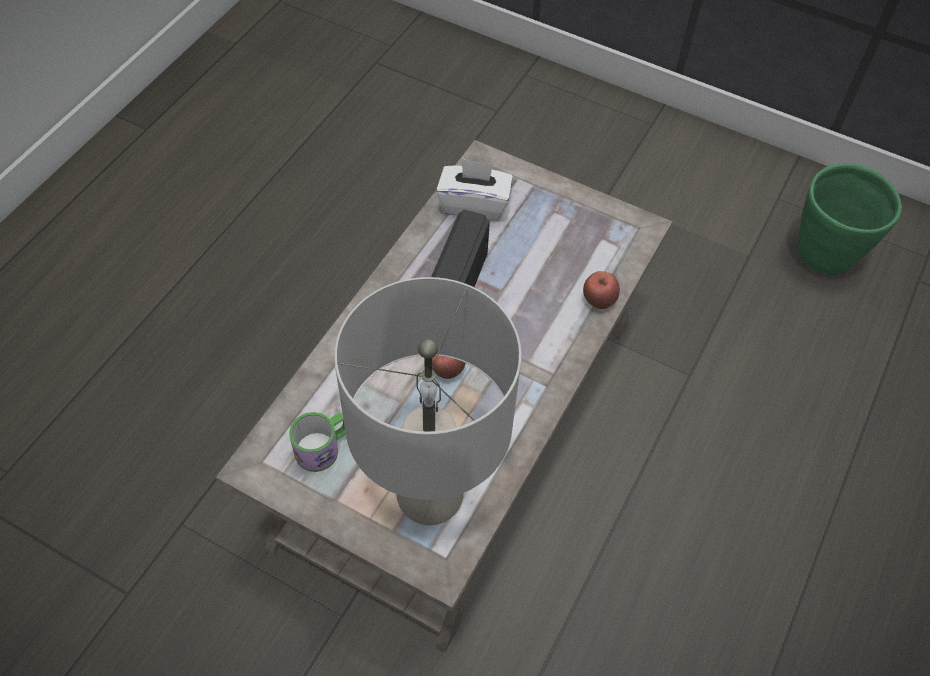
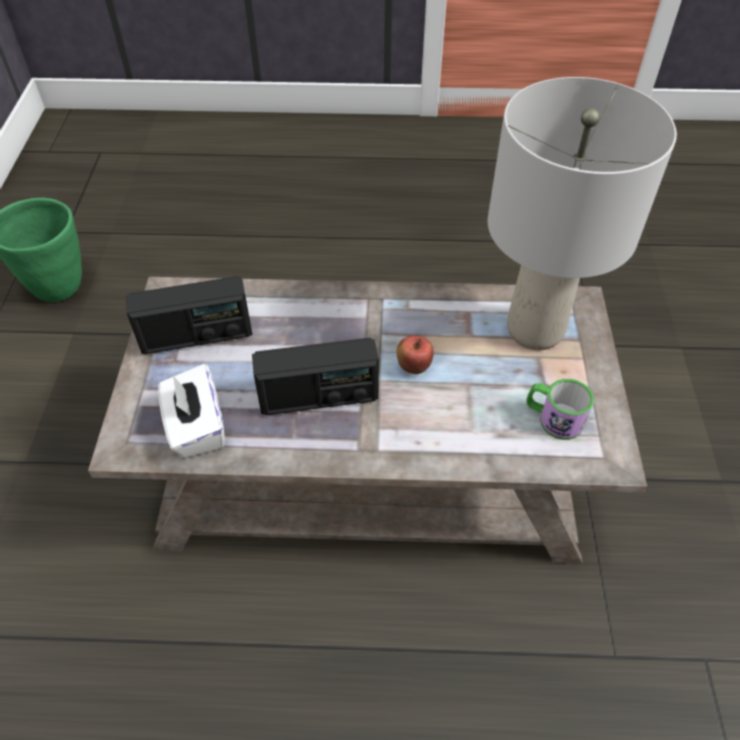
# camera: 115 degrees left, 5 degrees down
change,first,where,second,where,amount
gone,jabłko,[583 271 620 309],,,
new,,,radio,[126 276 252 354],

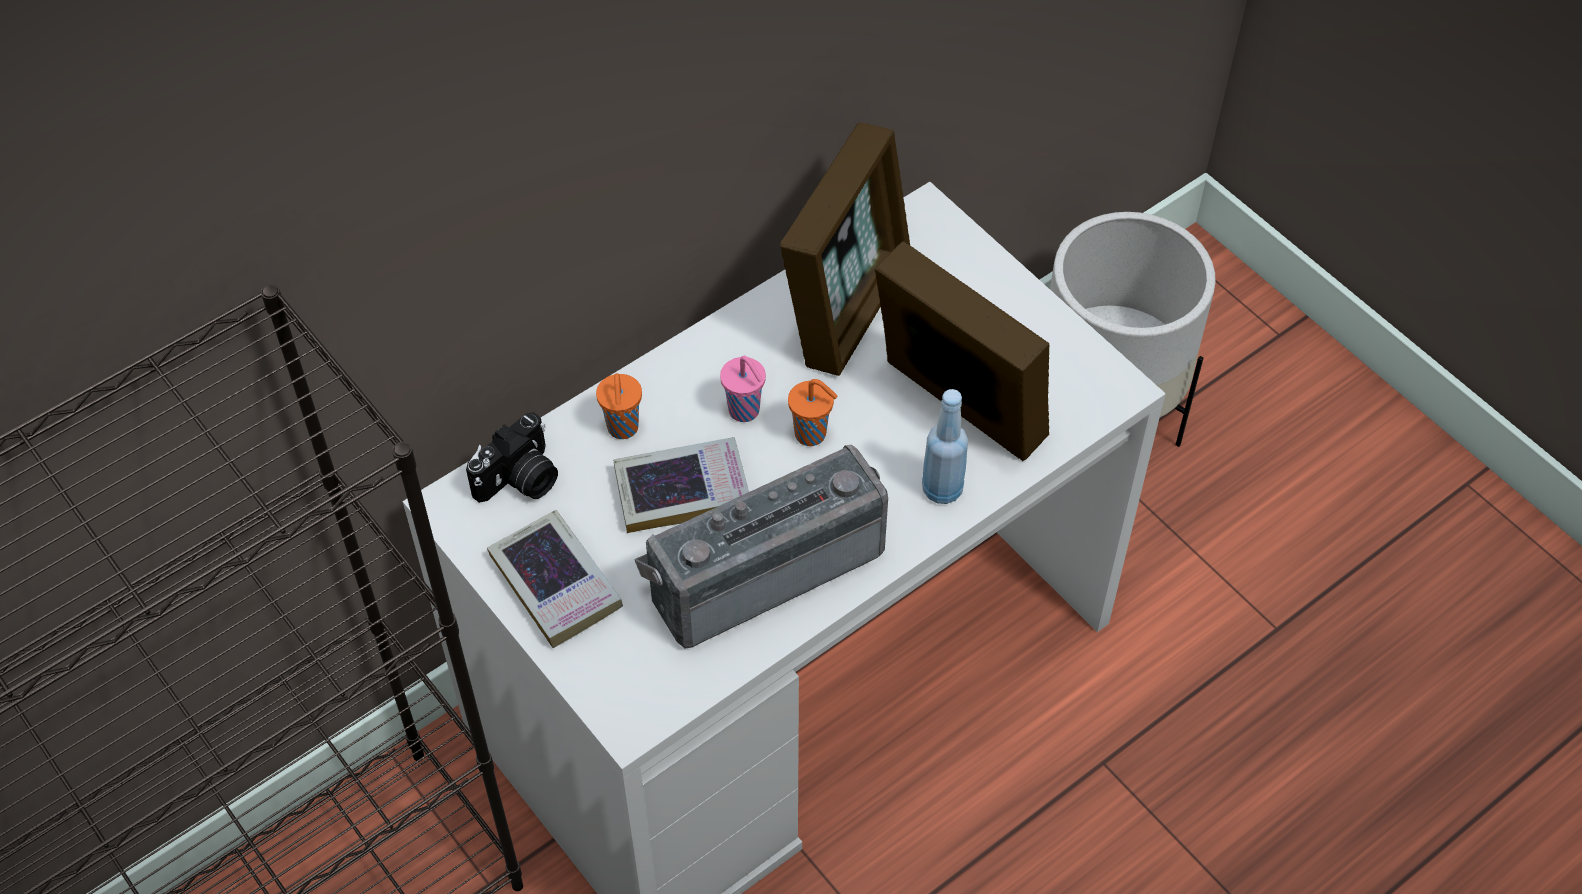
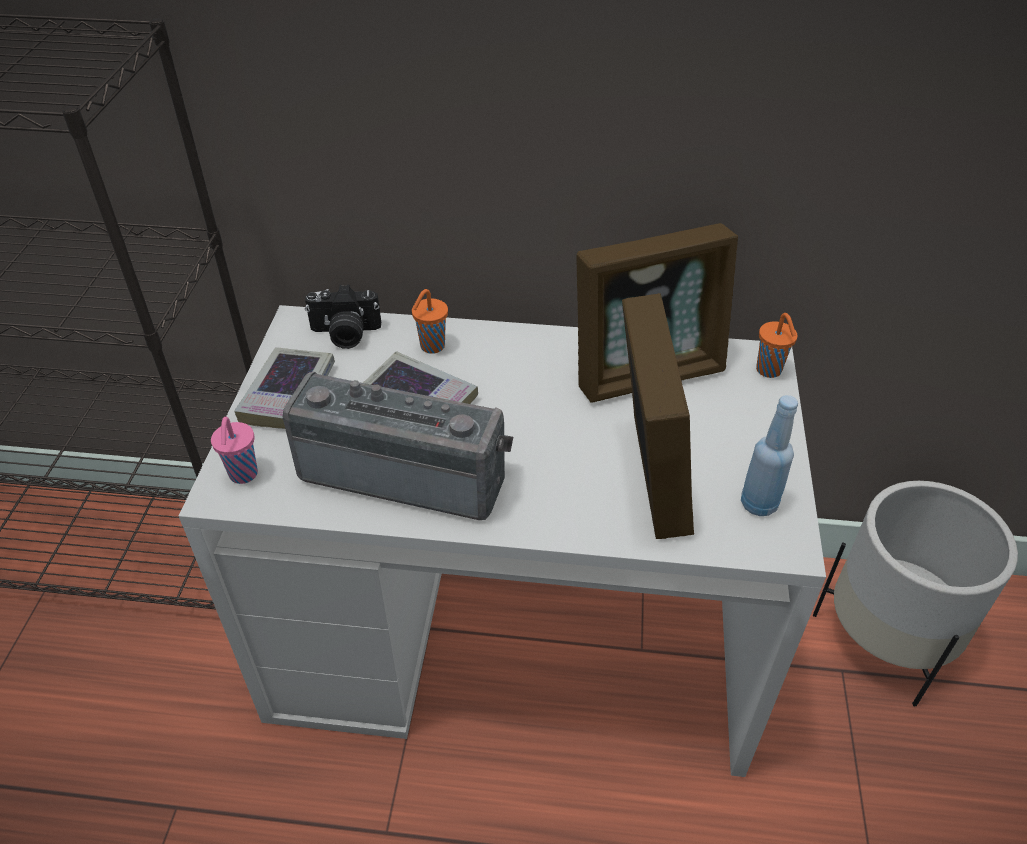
# camera: 45 degrees right, 10 degrees down
change,first,where,second,where,amount
shifted,filiżanka/różowy,[720 356 766 422],,[211 417 258 484],
shifted,filiżanka/pomarańczowy,[788 379 837 446],,[756 313 798 378],
shifted,butelka/niebieski,[922 389 968 504],,[741 395 798 516],

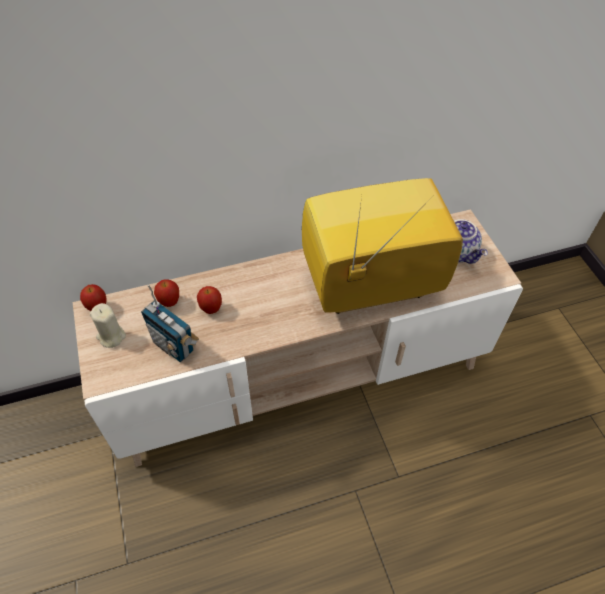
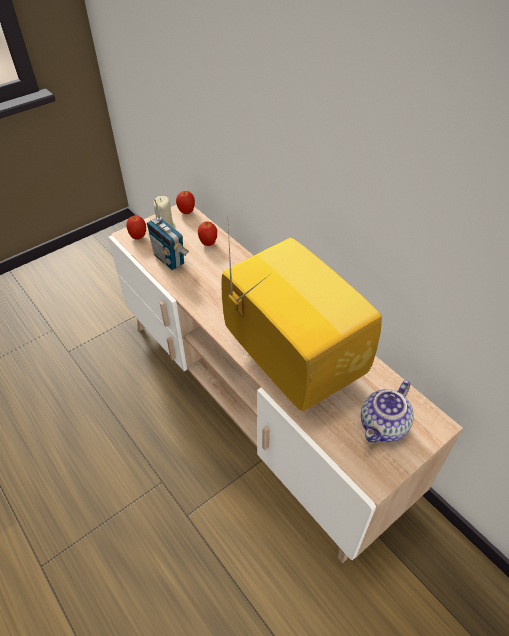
# camera: 70 degrees right, 5 degrees down
change,first,where,second,where,amount
shifted,jabłko,[197 286 222 314],,[126 215 146 240],
rotated,radio,[141 285 199 362],,[147 199 189 270],60 degrees counterclockwise

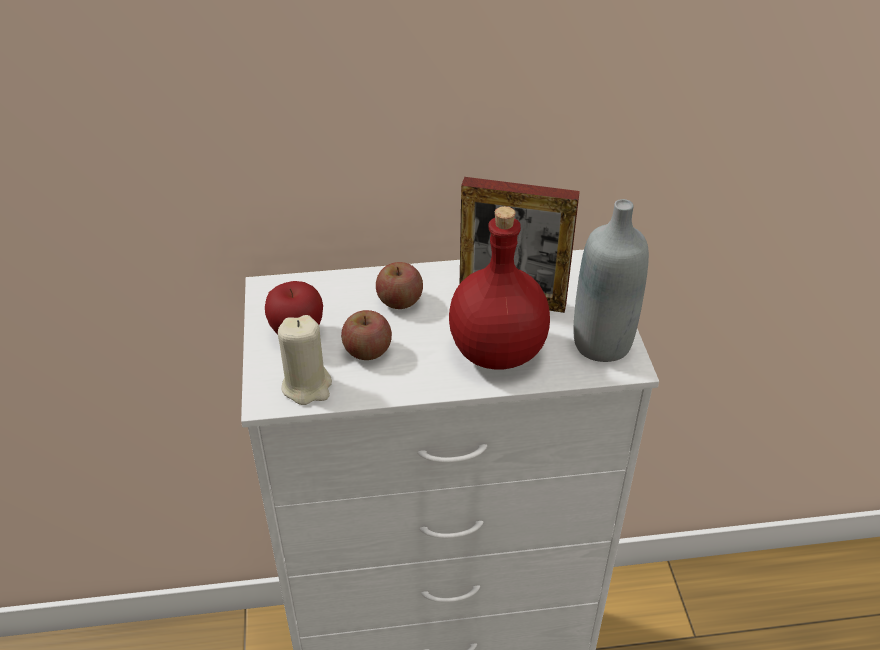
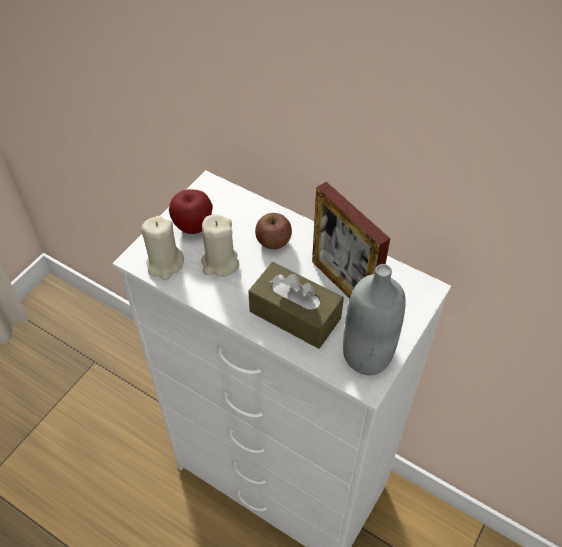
# camera: 40 degrees right, 10 degrees up
change,first,where,second,where,amount
swapped,jabłko,[341 310 392 360],świeca/beżowy,[201 215 239 277],
swapped,butelka/czerwony,[449 206 550 369],pudełko chusteczek/brązowy,[248 262 344 349],

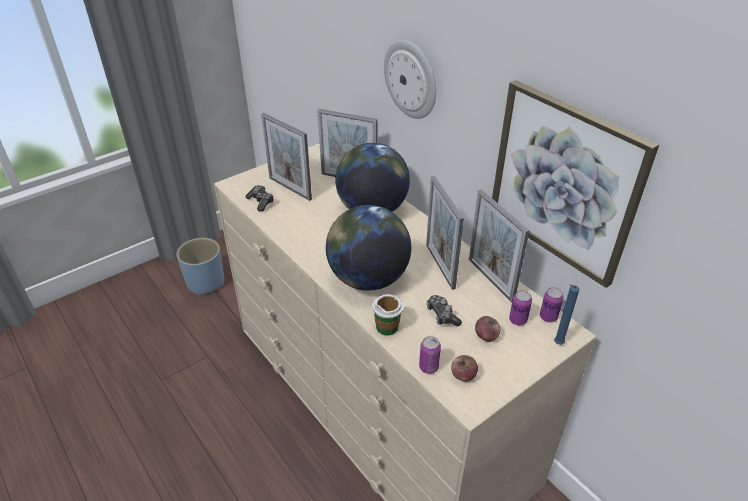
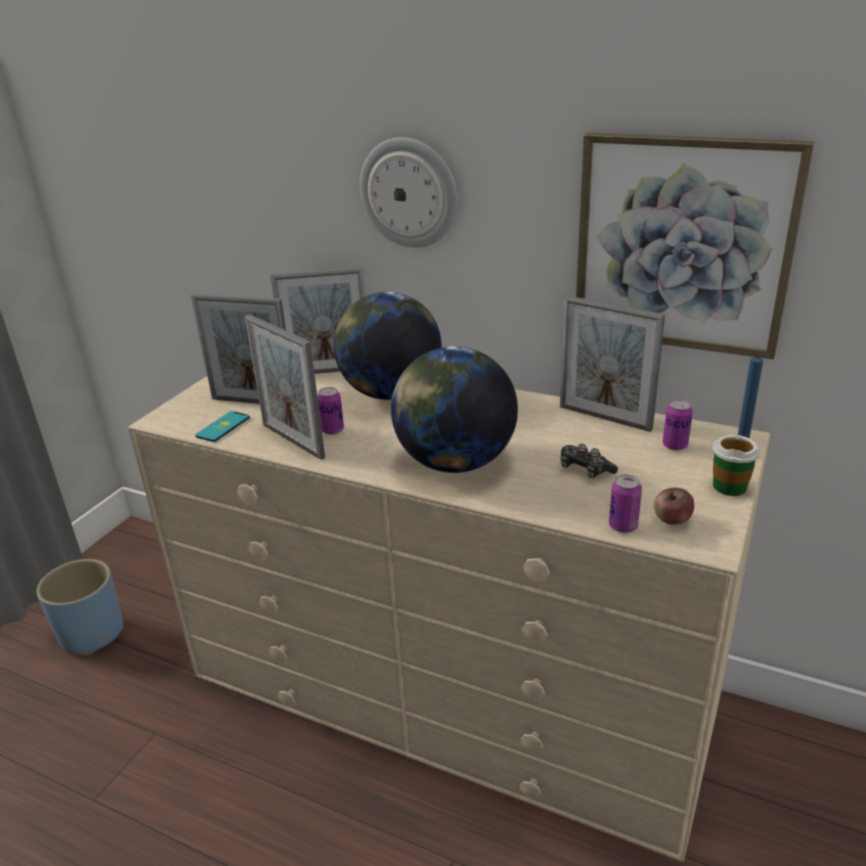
# camera: 25 degrees left, 10 degrees down
change,first,where,second,where,amount
gone,jabłko,[475 316 500 342],,,
shifted,filiżanka,[372 294 404 336],,[712 435 761 496],
shifted,ramka na zdjęcie,[426 176 464 290],,[245 314 325 460],
shifted,puszka,[540 287 564 322],,[317 387 344 435],
swapped,pad do gier,[245 185 274 212],telefon,[195 411 250 442],

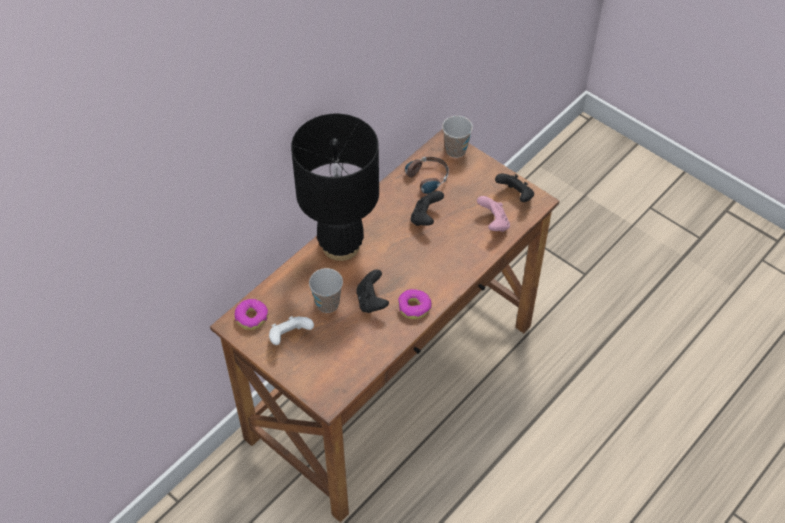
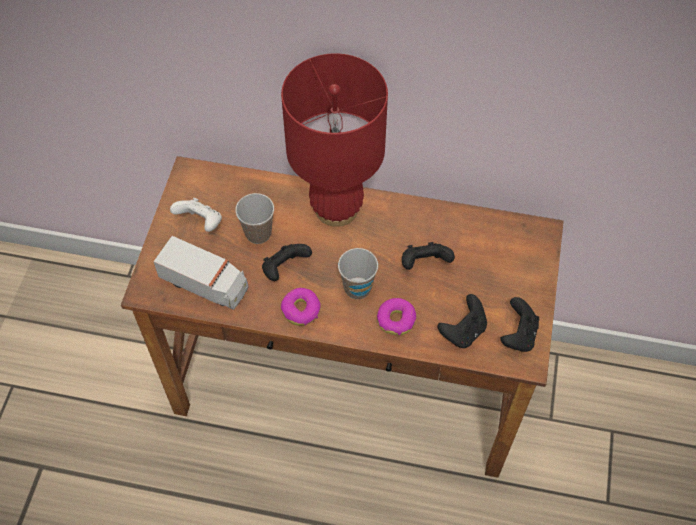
# camera: 60 degrees right, 5 degrees up
change,first,where,second,where,amount
gone,słuchawki,[392 157 449 194],,,
new,,,ciężarówka zabawkowa,[153 236 248 310],
shifted,donut,[234 299 268 330],,[377 298 416 335],
shifted,filiżanka,[442 116 473 158],,[338 248 378 299],
repainted,lampa stołowa/czarny,[291 114 379 261],lampa stołowa/czerwony,[281 53 388 227],
repainted,pad do gier/różowy,[477 196 510 232],pad do gier/czarny,[438 294 487 348],

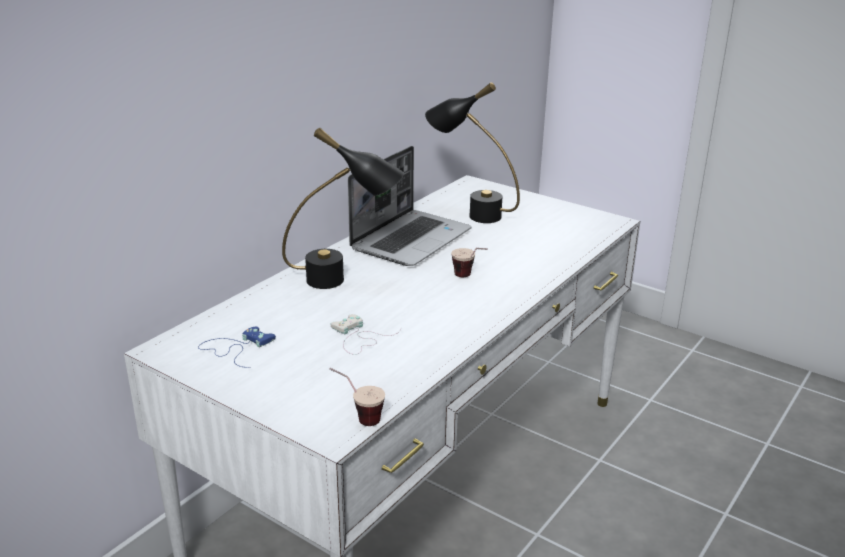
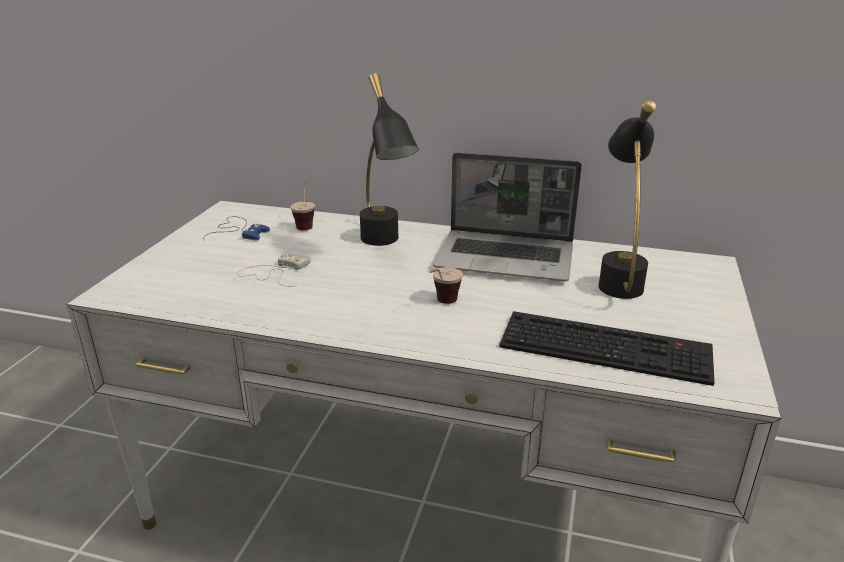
# camera: 70 degrees right, 0 degrees up
change,first,where,second,where,amount
new,,,klawiatura,[499 311 715 386],
shifted,filiżanka,[330 368 385 426],,[290 179 315 230],

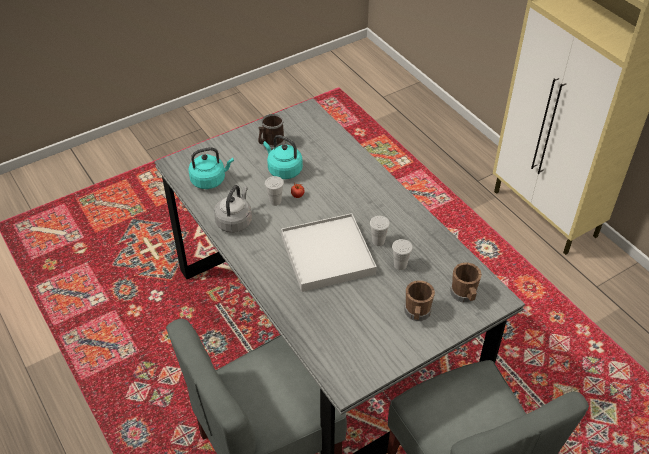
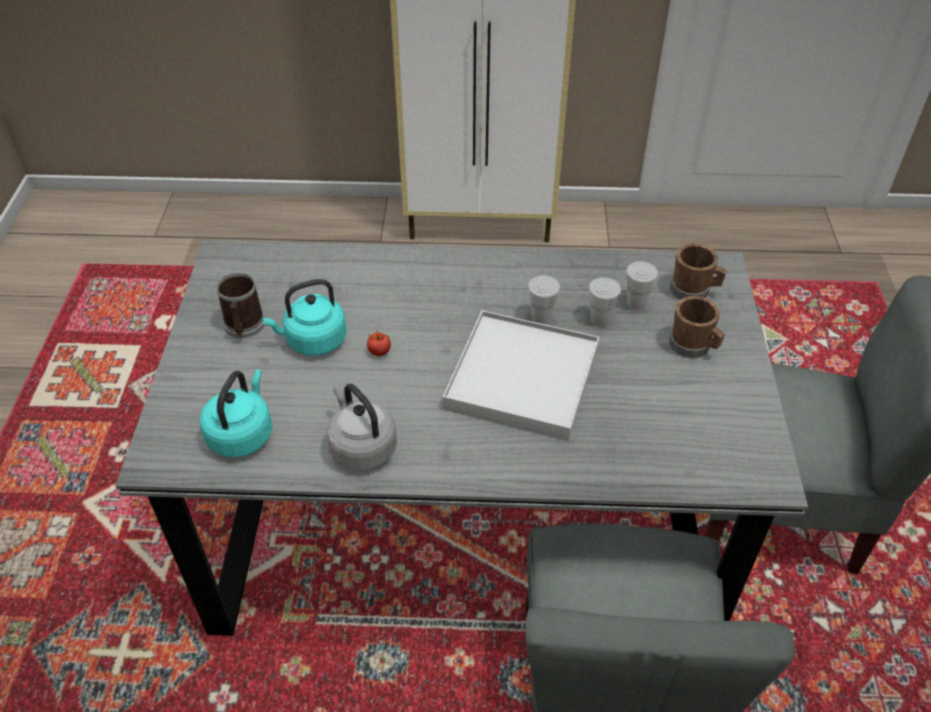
# camera: 55 degrees left, 0 degrees up
change,first,where,second,where,amount
shifted,filiżanka/biały,[265 176 284 206],,[626 262 658 310],

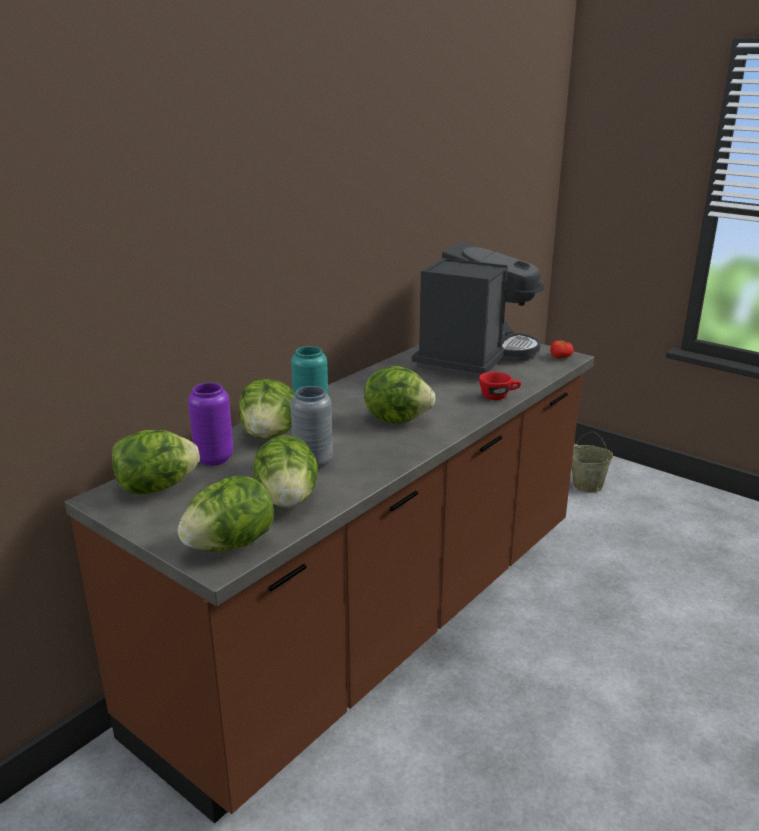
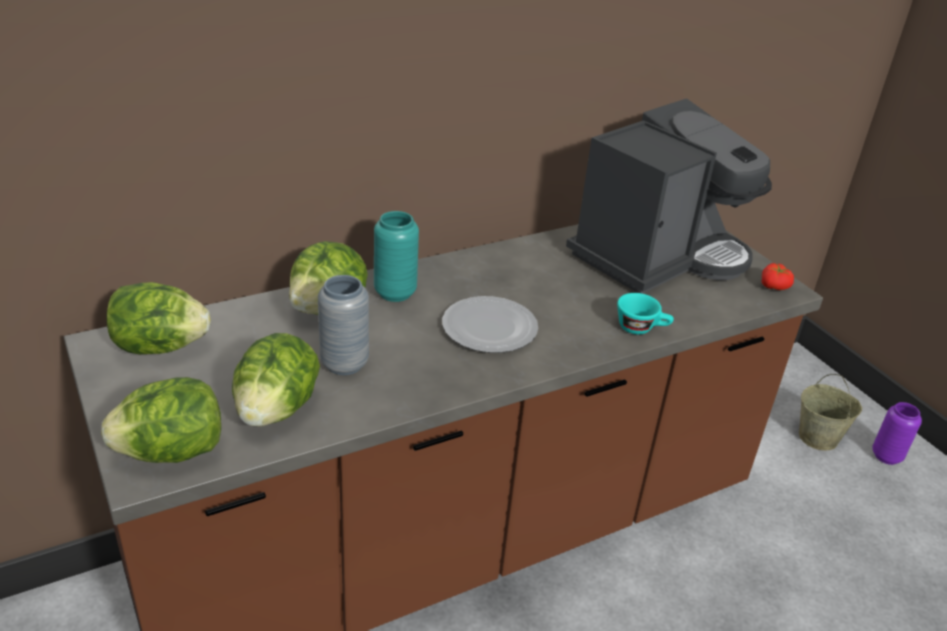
# camera: 20 degrees right, 10 degrees up
change,first,where,second,where,amount
shifted,wazon/fioletowy,[188 383 233 466],,[872 402 922 465],
swapped,sałata,[364 366 436 423],talerz,[442 296 538 353],
repainted,filiżanka/czerwony,[479 372 521 400],filiżanka/turkusowy,[617 293 674 334],

